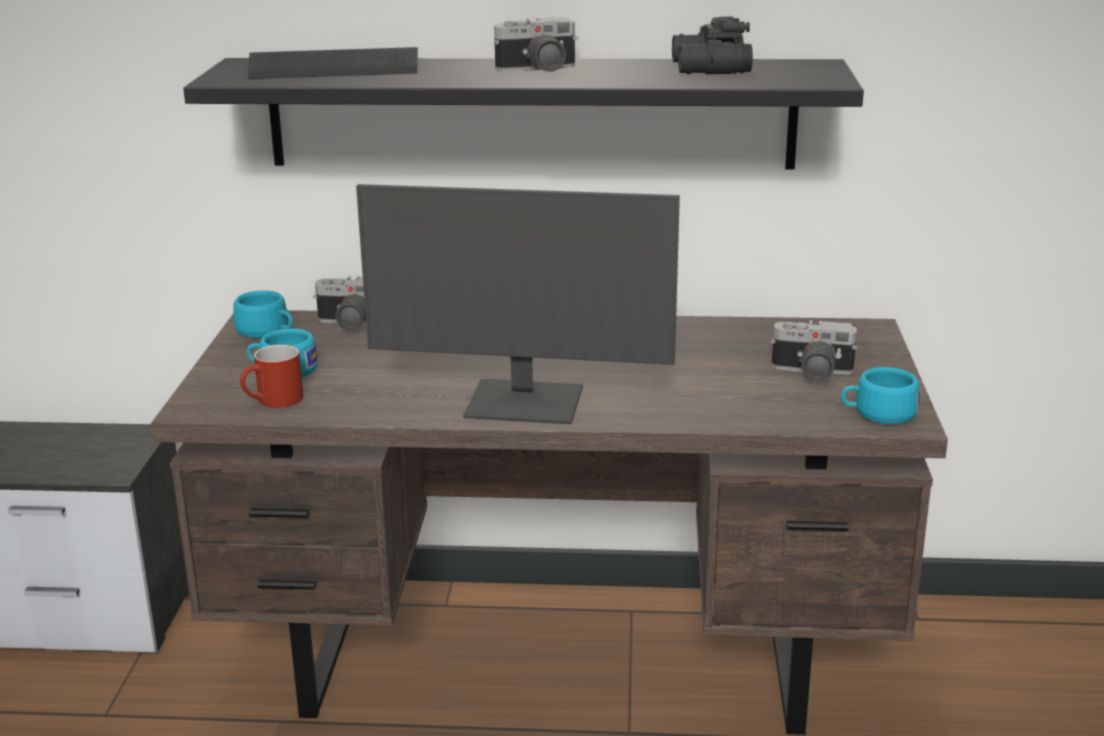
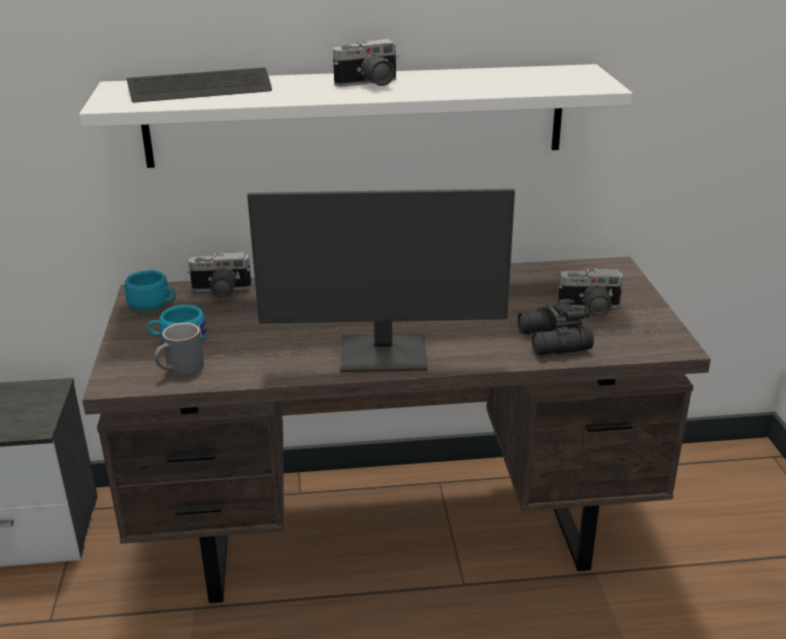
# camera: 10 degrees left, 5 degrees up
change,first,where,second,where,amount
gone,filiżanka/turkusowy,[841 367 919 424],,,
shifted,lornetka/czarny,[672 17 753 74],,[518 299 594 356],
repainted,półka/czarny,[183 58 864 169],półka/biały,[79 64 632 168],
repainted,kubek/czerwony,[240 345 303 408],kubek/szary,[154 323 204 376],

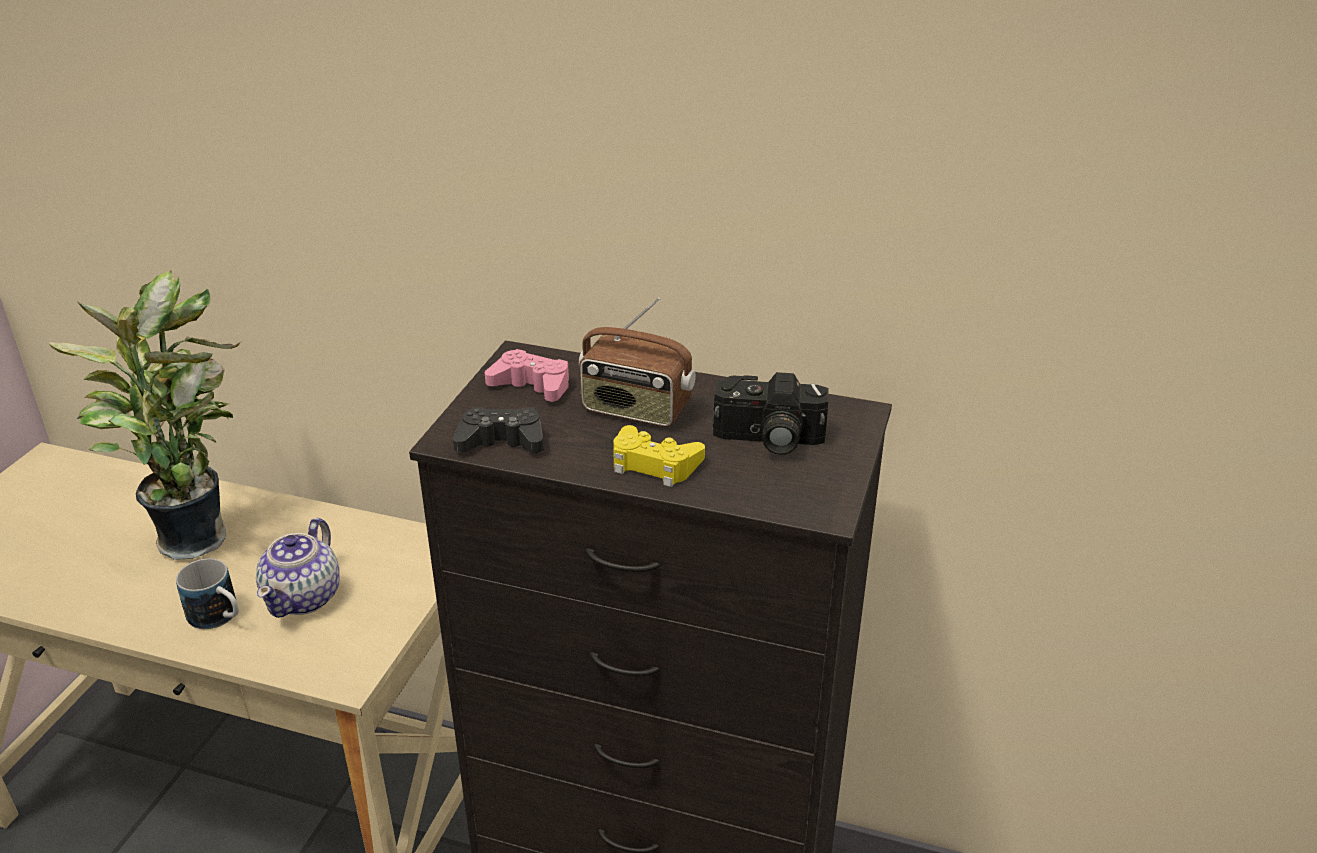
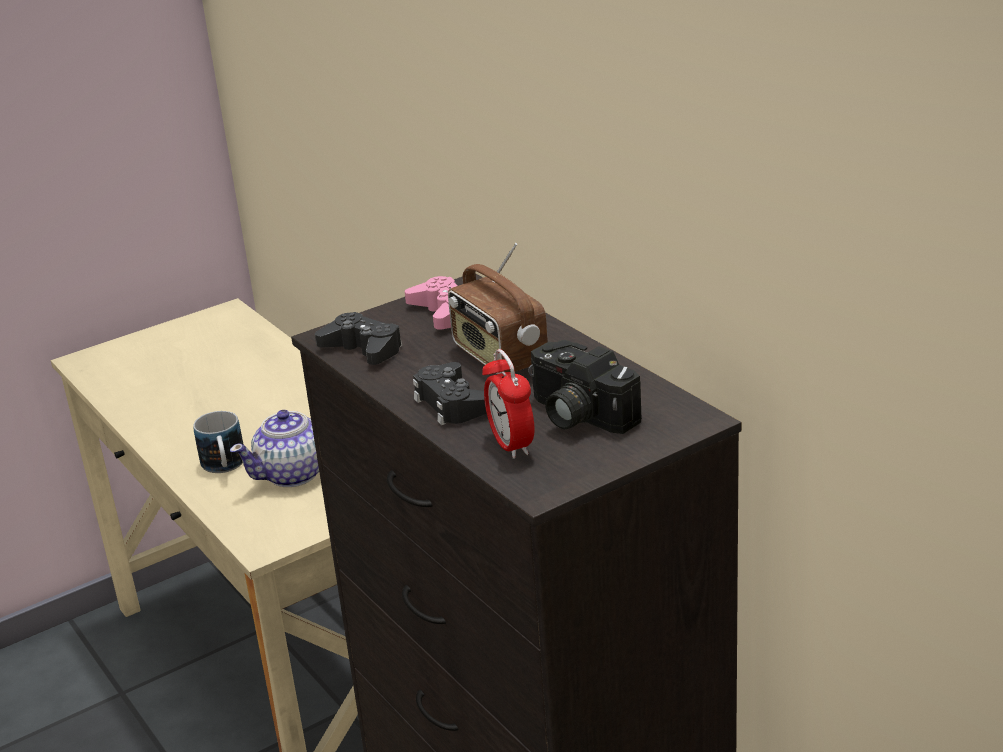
# camera: 40 degrees right, 5 degrees down
change,first,where,second,where,amount
gone,roślina doniczkowa,[49 270 241 560],,,
new,,,budzik,[482 349 534 459],
repainted,pad do gier/żółty,[613 425 705 487],pad do gier/czarny,[413 362 487 425],

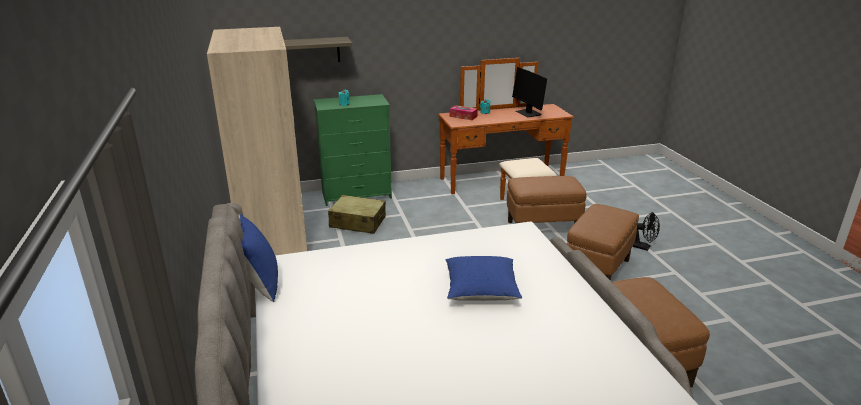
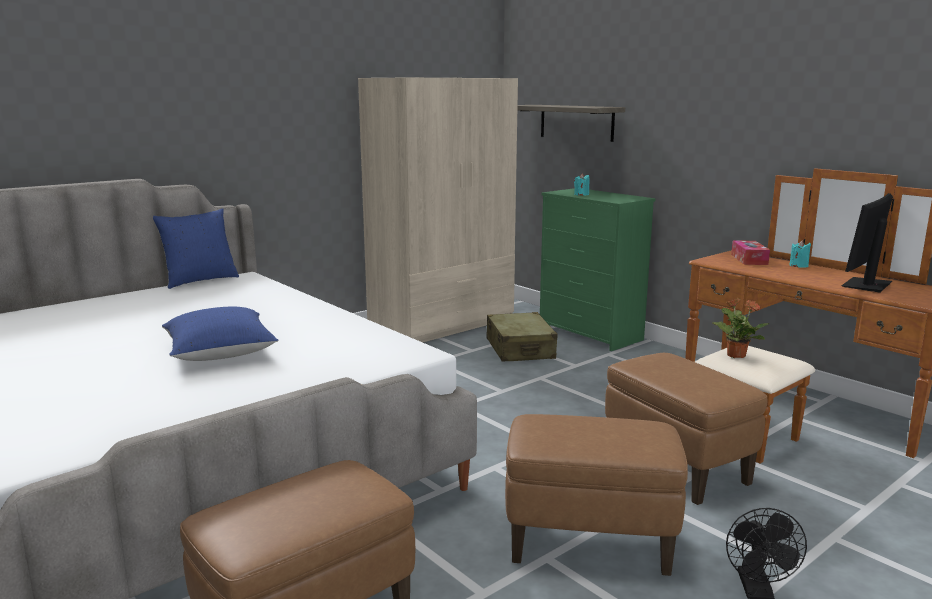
# camera: 65 degrees right, 10 degrees down
change,first,where,second,where,amount
new,,,roślina doniczkowa,[712 298 770 358],

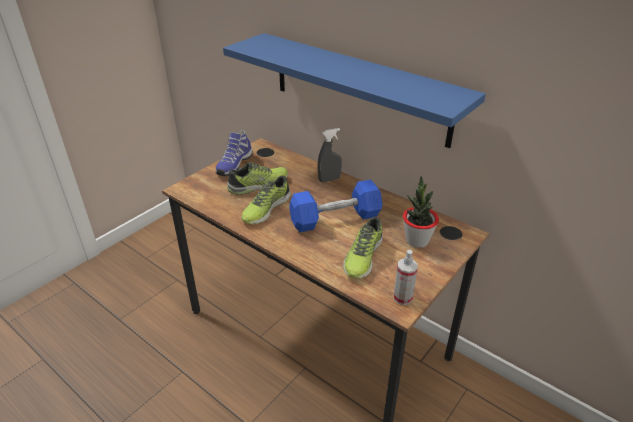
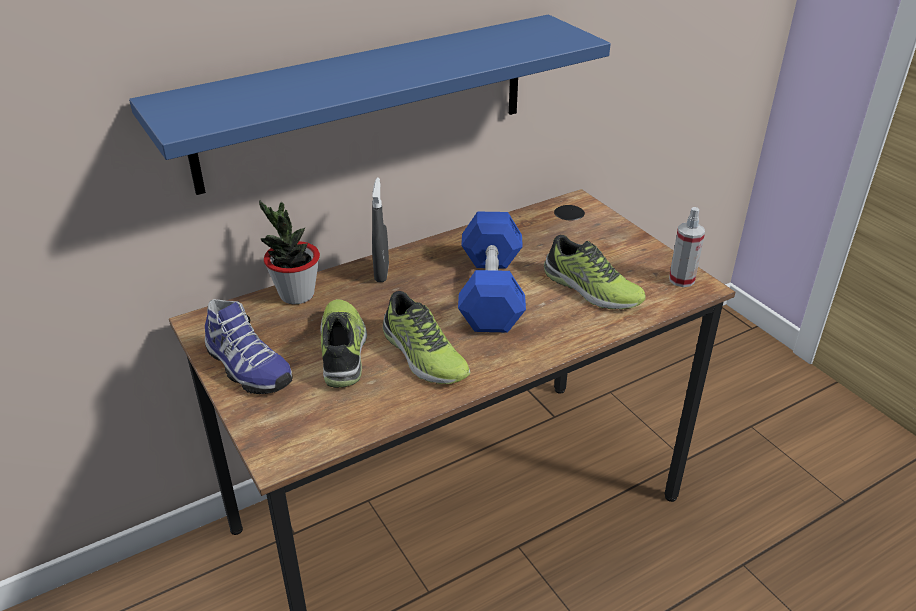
# camera: 70 degrees left, 0 degrees up
change,first,where,second,where,amount
shifted,roślina doniczkowa,[403 176 439 248],,[259 200 320 305],

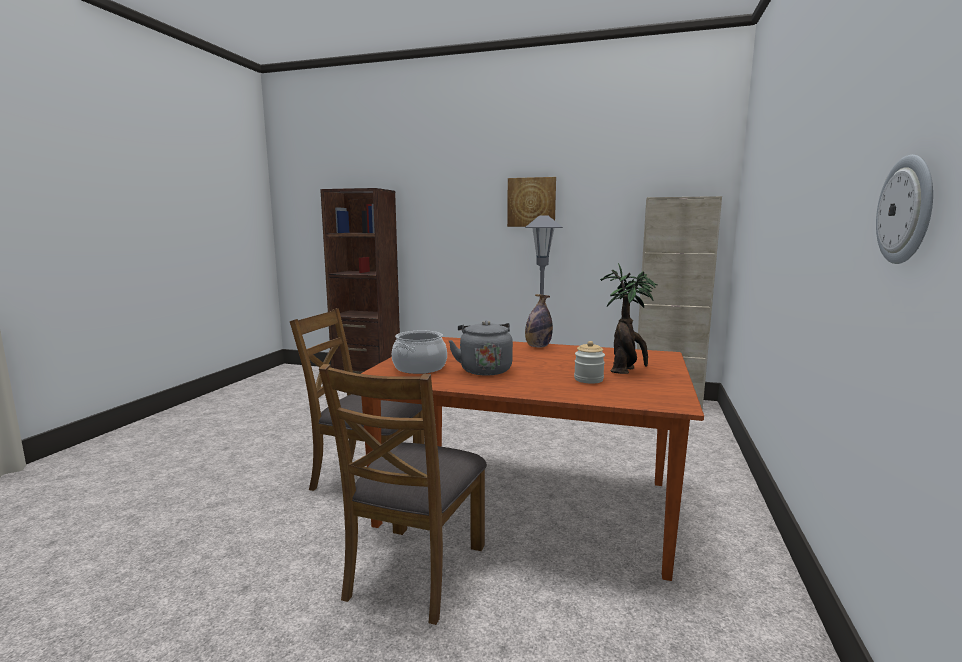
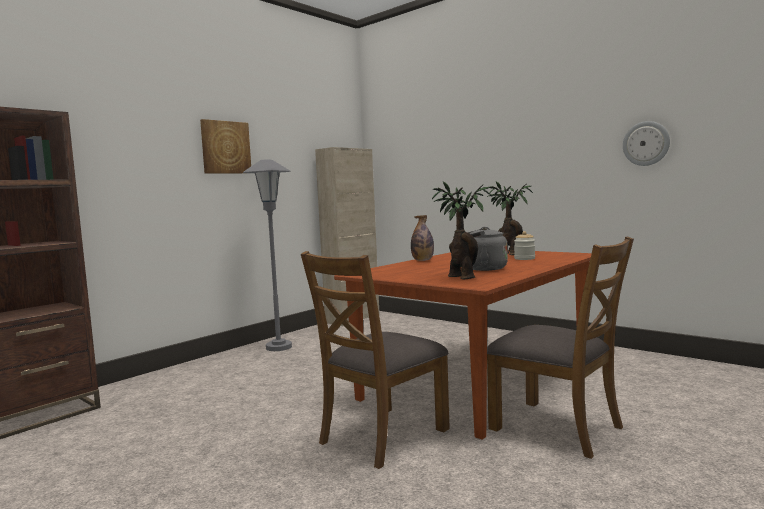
# camera: 65 degrees left, 5 degrees down
change,first,where,second,where,amount
swapped,garnek,[392 331 447 374],roślina doniczkowa,[432 181 492 279],

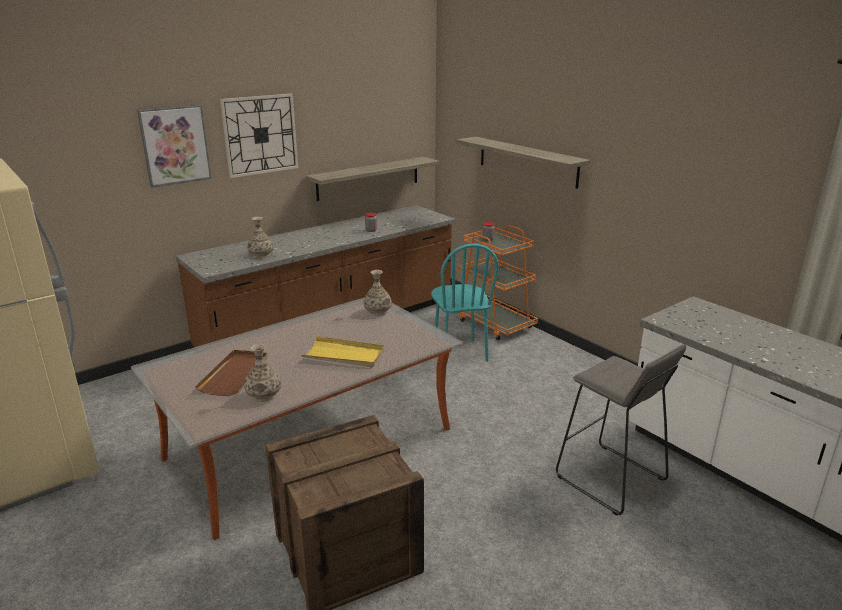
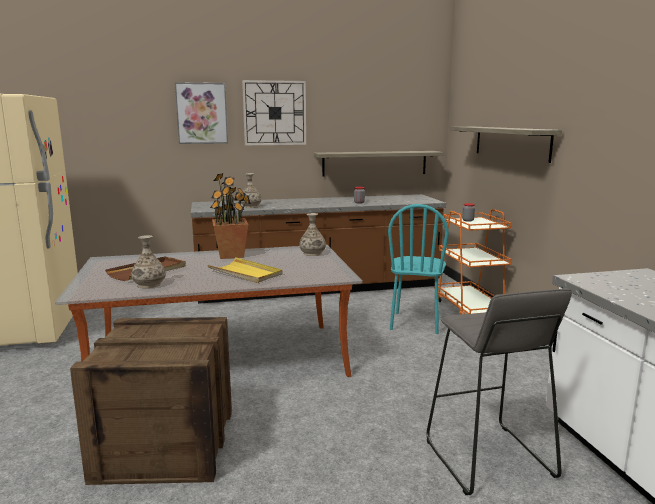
# camera: 25 degrees right, 10 degrees down
change,first,where,second,where,amount
new,,,roślina doniczkowa,[210 173 251 259],

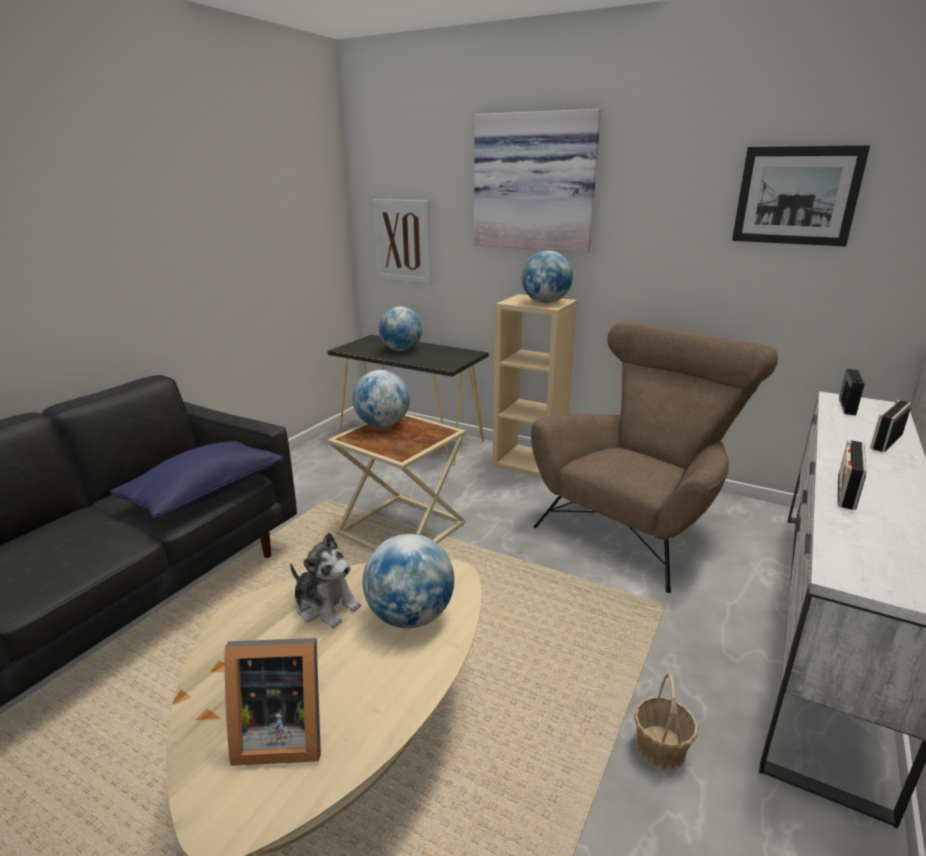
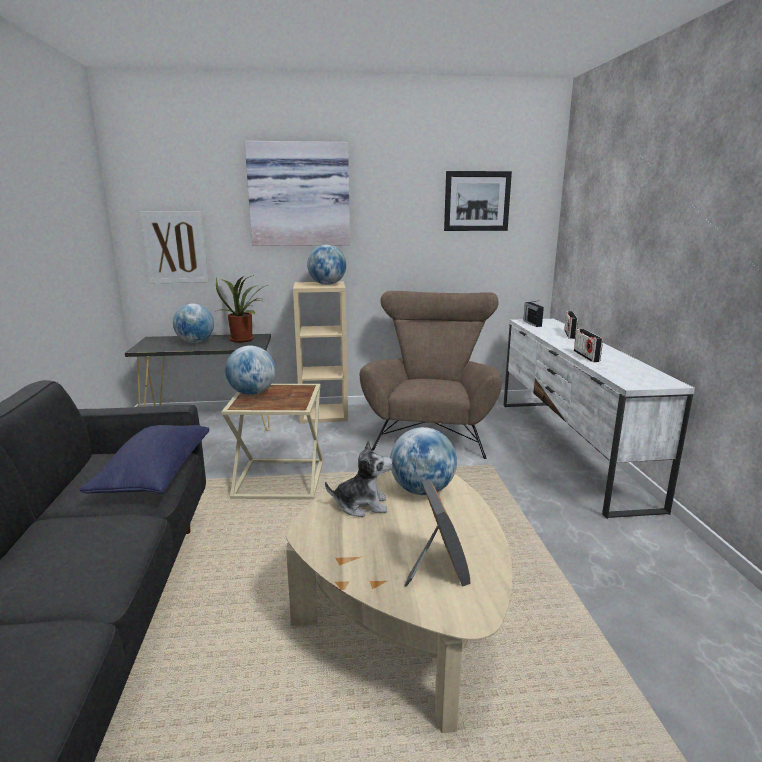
# camera: 35 degrees left, 5 degrees down
change,first,where,second,where,amount
gone,koszyk,[634 673 698 770],,,
new,,,roślina doniczkowa,[216 275 268 343],
rotated,ramka na zdjęcie,[225 638 321 766],,[404 479 470 587],60 degrees counterclockwise

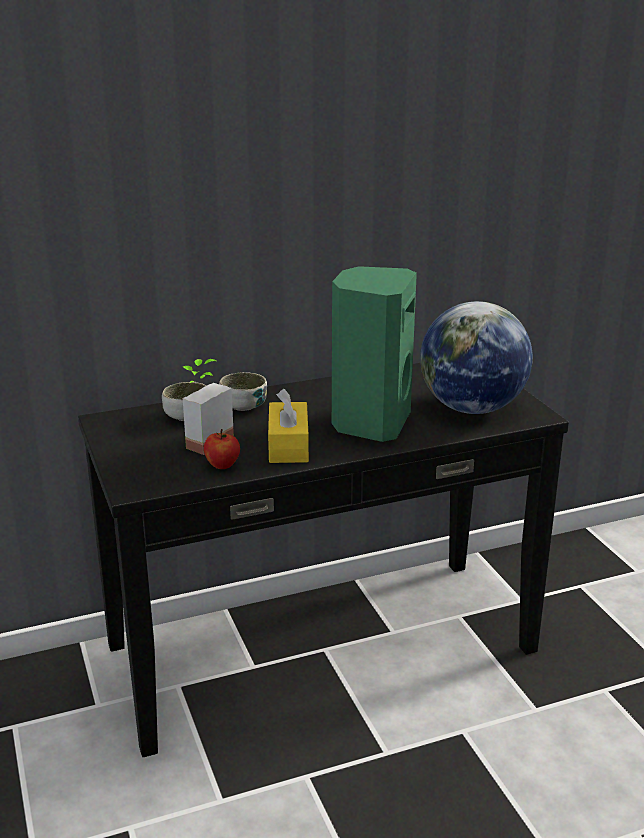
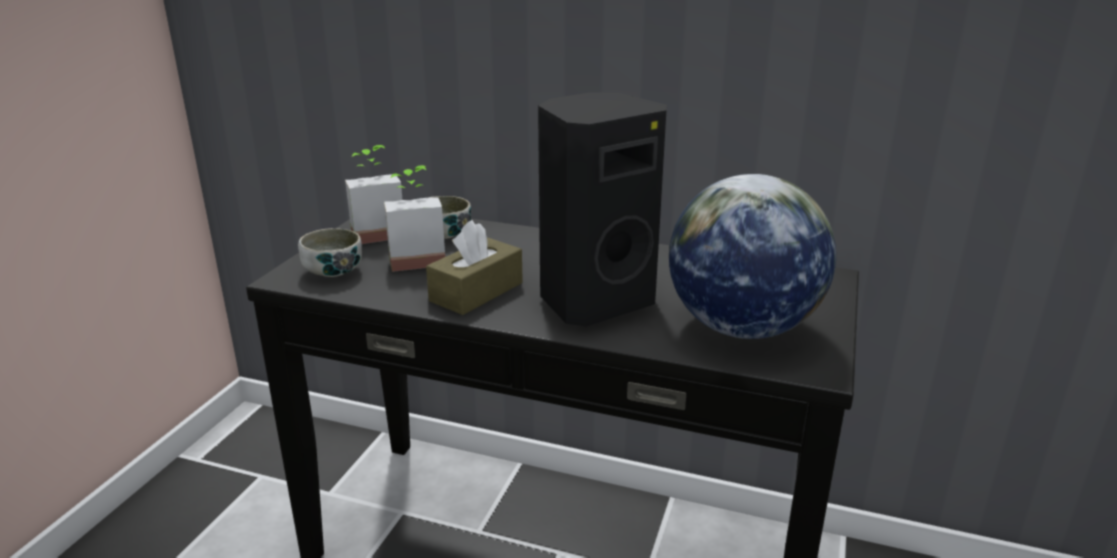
# camera: 40 degrees right, 0 degrees up
change,first,where,second,where,amount
gone,jabłko,[204 429 240 469],,,
new,,,roślina doniczkowa,[345 145 402 244],
shifted,miska,[219 372 267 411],,[298 228 362 277],
repainted,pudełko chusteczek/żółty,[268 389 309 463],pudełko chusteczek/brązowy,[426 220 523 315],
repainted,głośnik/zielony,[332 266 417 442],głośnik/czarny,[538 92 667 327],

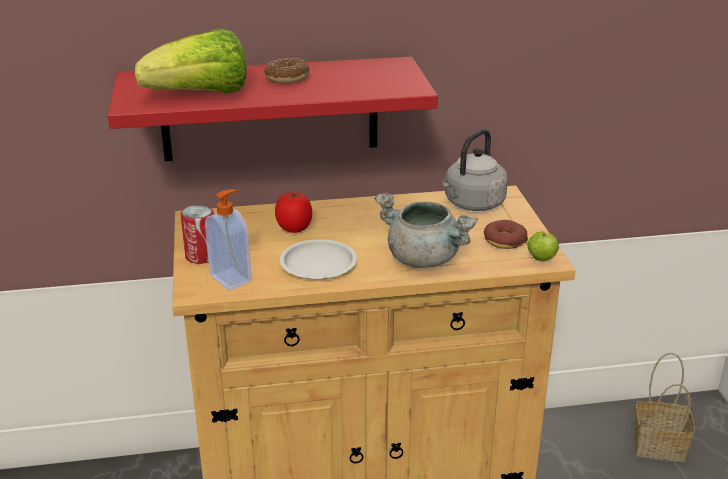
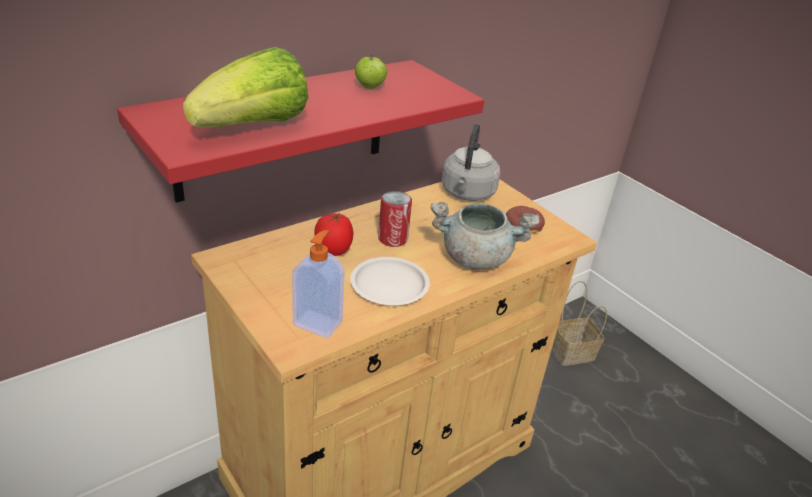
# camera: 30 degrees left, 5 degrees up
change,first,where,second,where,amount
gone,donut,[264 58 310 84],,,
shifted,puszka,[181 205 214 264],,[378 191 412 247],
shifted,jabłko,[528 231 559 262],,[355 55 387 89],

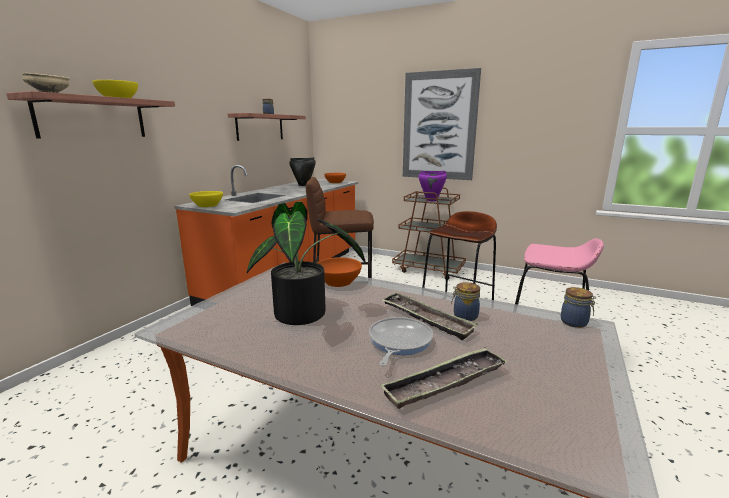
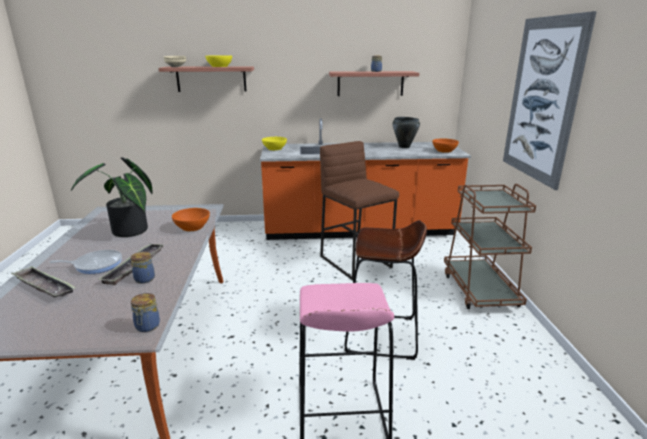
# camera: 60 degrees right, 5 degrees up
change,first,where,second,where,amount
gone,garnek/fioletowy,[419 171 447 201],,,

